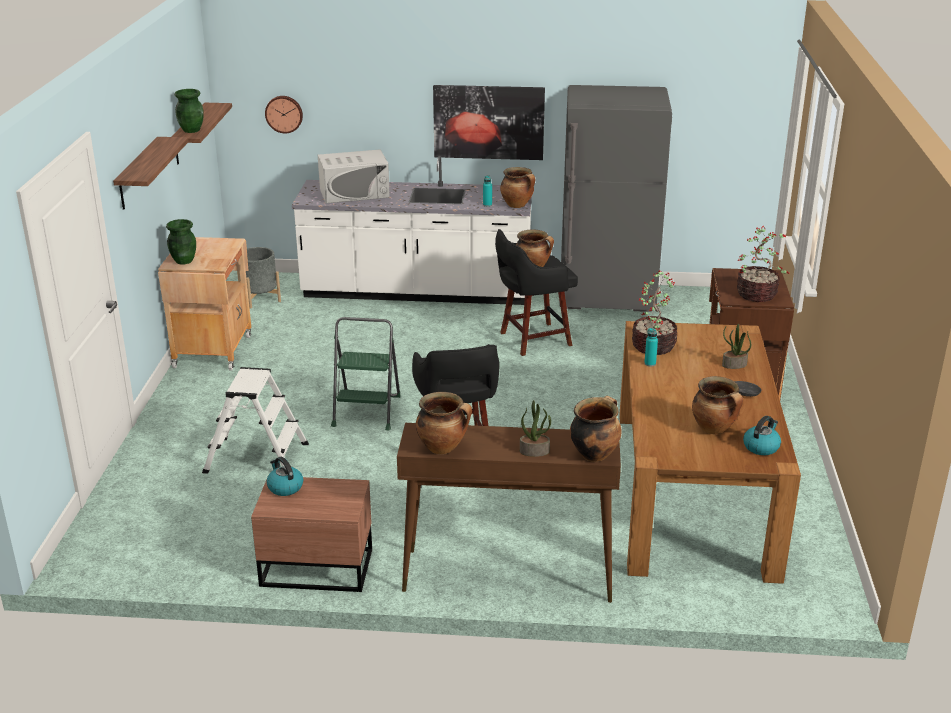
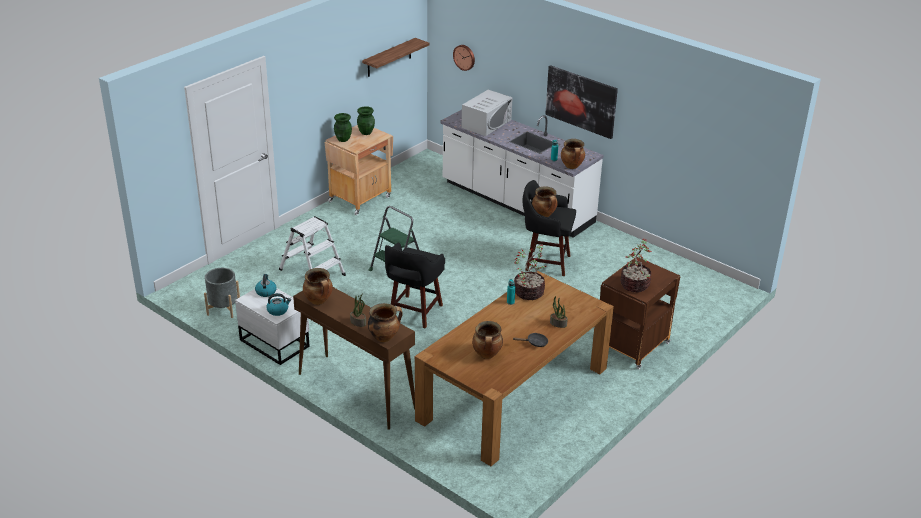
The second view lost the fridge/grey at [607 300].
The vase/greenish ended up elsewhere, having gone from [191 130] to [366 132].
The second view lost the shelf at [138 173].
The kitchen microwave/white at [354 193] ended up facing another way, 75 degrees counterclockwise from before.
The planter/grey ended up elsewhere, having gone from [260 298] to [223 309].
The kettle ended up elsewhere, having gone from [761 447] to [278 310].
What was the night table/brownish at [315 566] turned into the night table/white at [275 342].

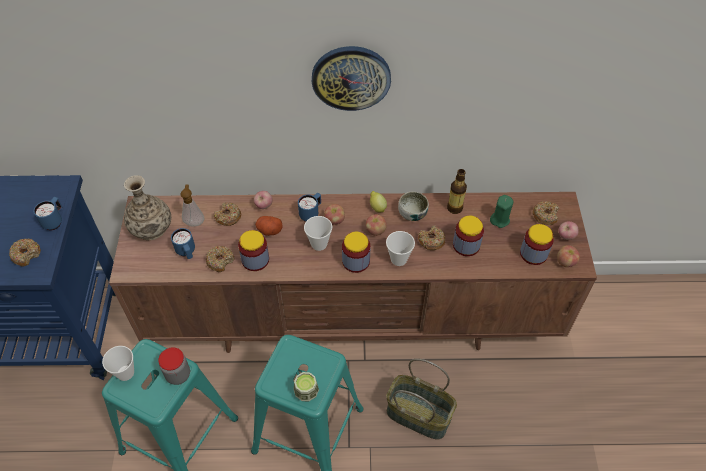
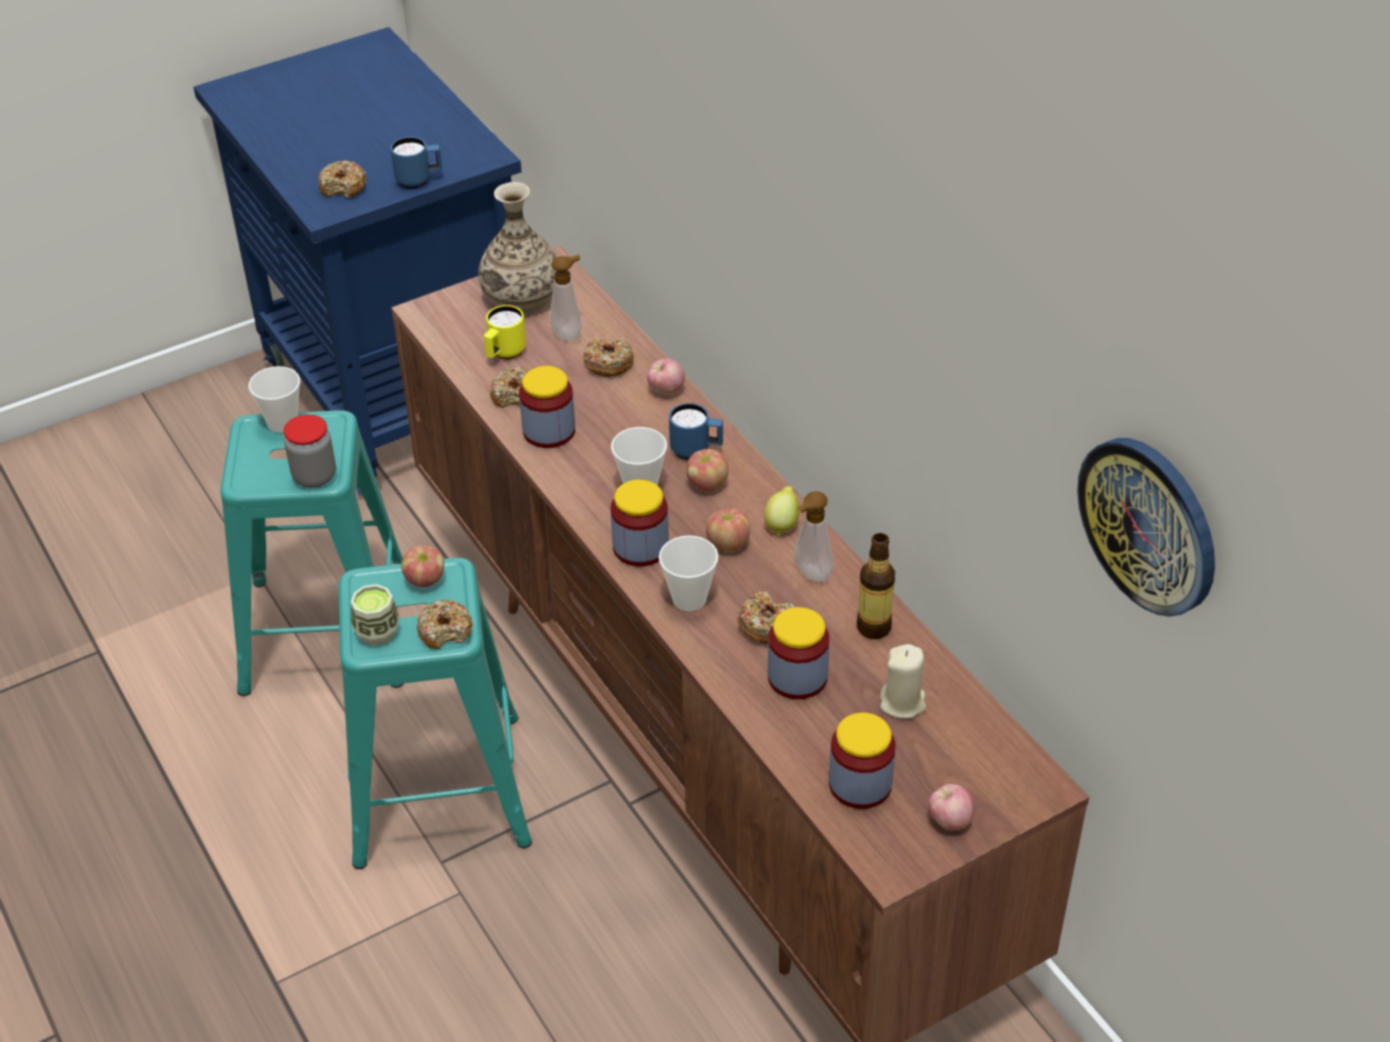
The clock on the wall ended up elsewhere, having gone from [351 77] to [1149 524].
Where the deep dish stood at [412 213], the liquid soap bottle came to stand at [810 574].
What was the candle/greenish at [499 219] turned into the candle/beige-coloured at [903 703].
The doughnut ended up elsewhere, having gone from [545 215] to [445 631].
The second view lost the whole potato at [269 230].
What was the coffee mug/blue at [187 252] turned into the coffee mug/yellow-coloured at [504 354].
The apple ended up elsewhere, having gone from [565 262] to [425 580].
The second view lost the basket at [419 414].

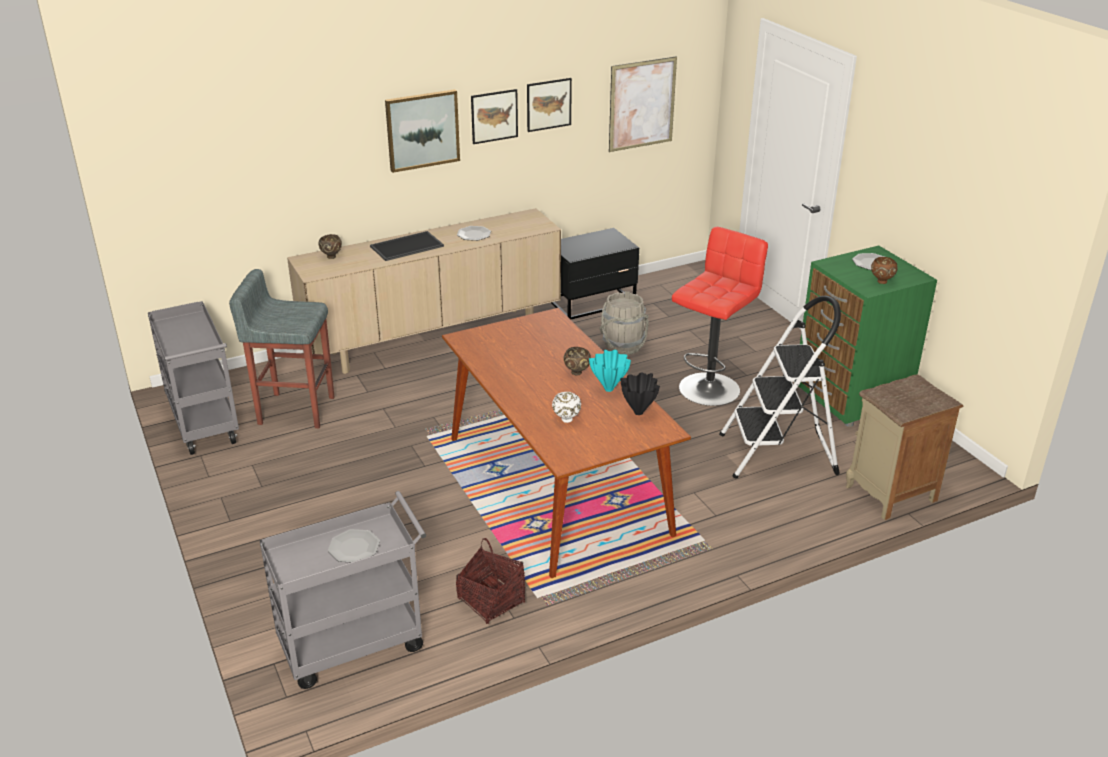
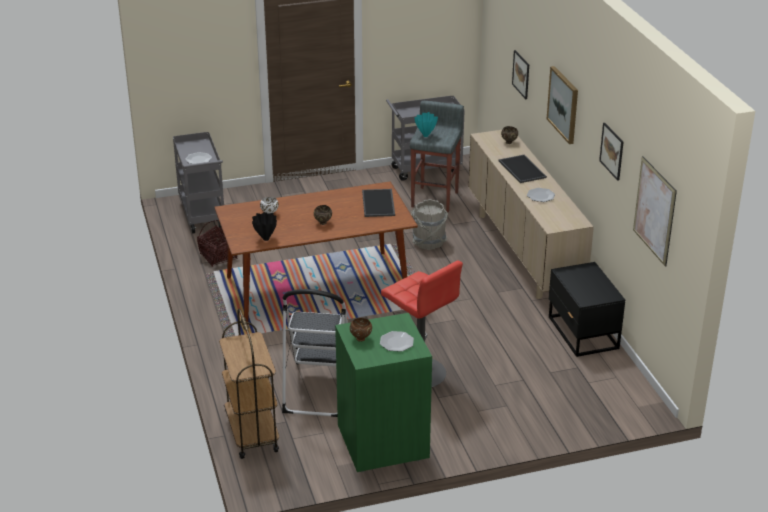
The wall picture ended up elsewhere, having gone from [494 116] to [521 74].
The bucket/grey ended up elsewhere, having gone from [623 346] to [428 242].
The vase/turquoise-coloured ended up elsewhere, having gone from [609 389] to [425 136].
Where the night table/beige-coloured stood at [889 492], the cart/brownish came to stand at [251 433].
The second view gained the carrying tray at [379 203].

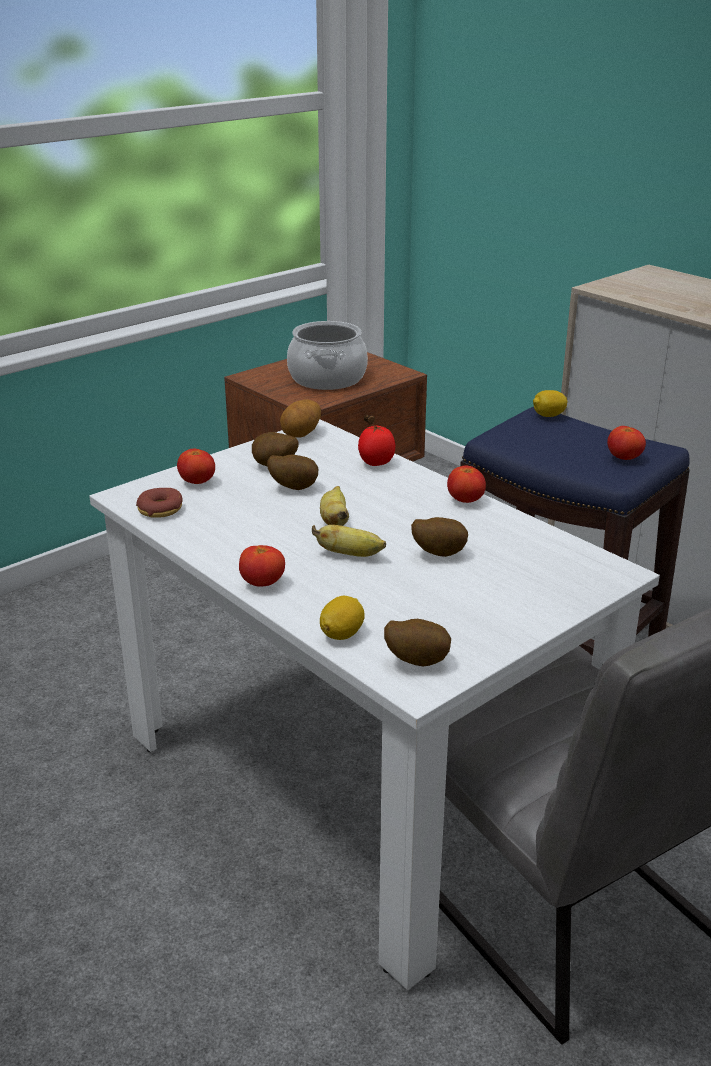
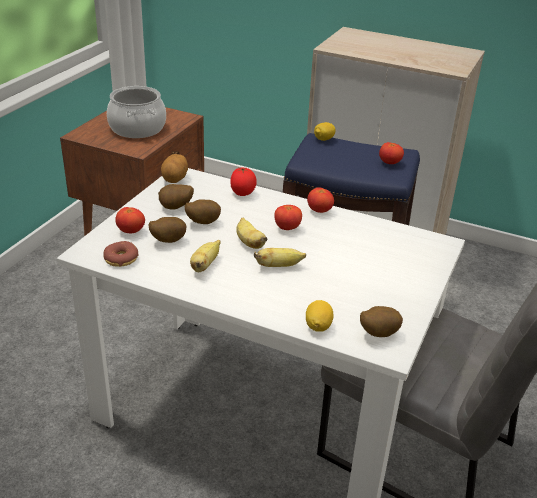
The whole potato ended up elsewhere, having gone from [438 553] to [167 241].
The whole tomato ended up elsewhere, having gone from [262 584] to [287 228].
The second view gained the banana at [205 265].

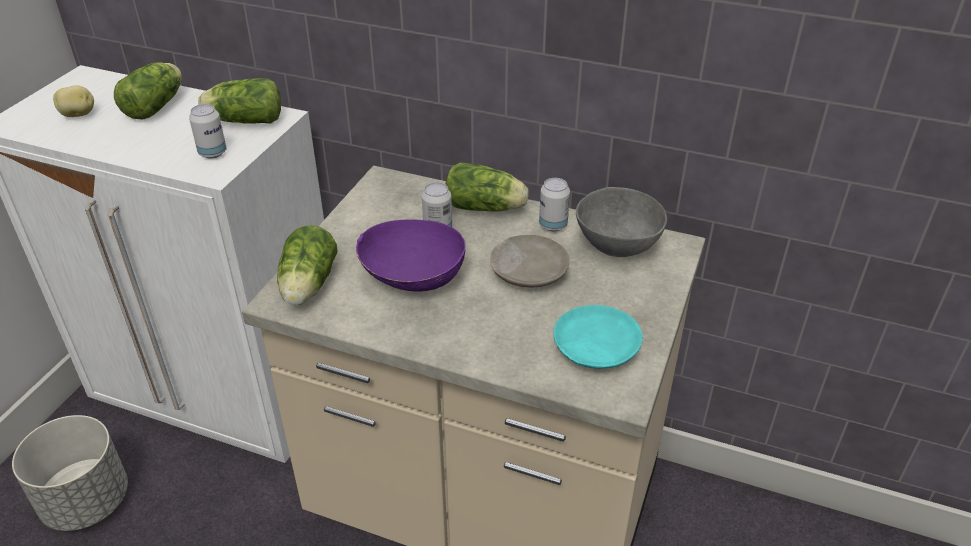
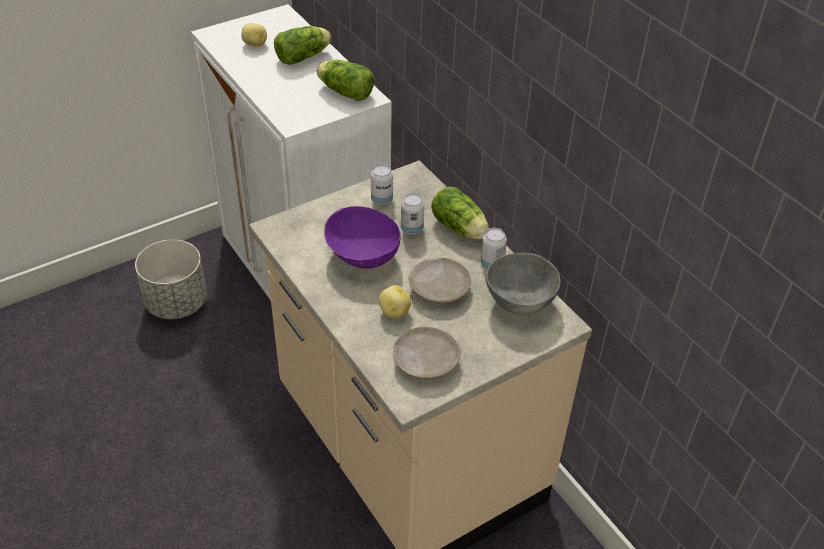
The metal can ended up elsewhere, having gone from [212 153] to [381 199].
The second view lost the lettuce at [307 286].
What was the flat dish/turquoise-coloured at [595 348] turned into the flat dish/beige-coloured at [425 360].
The second view gained the whole potato at [394 312].

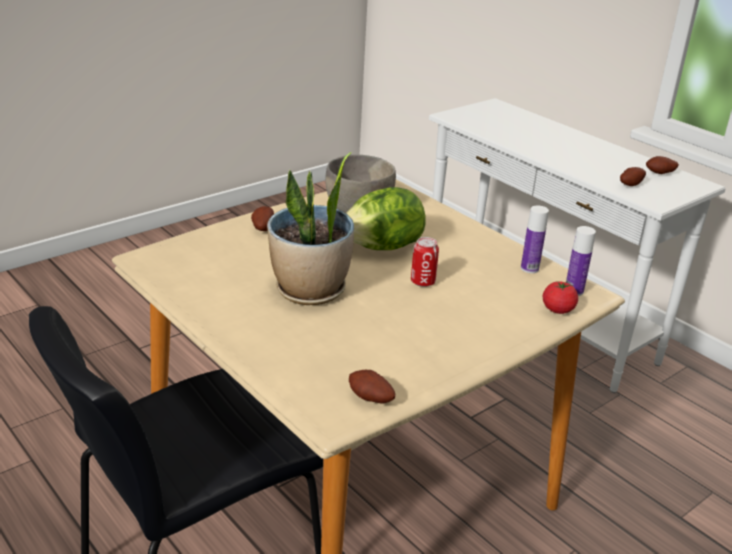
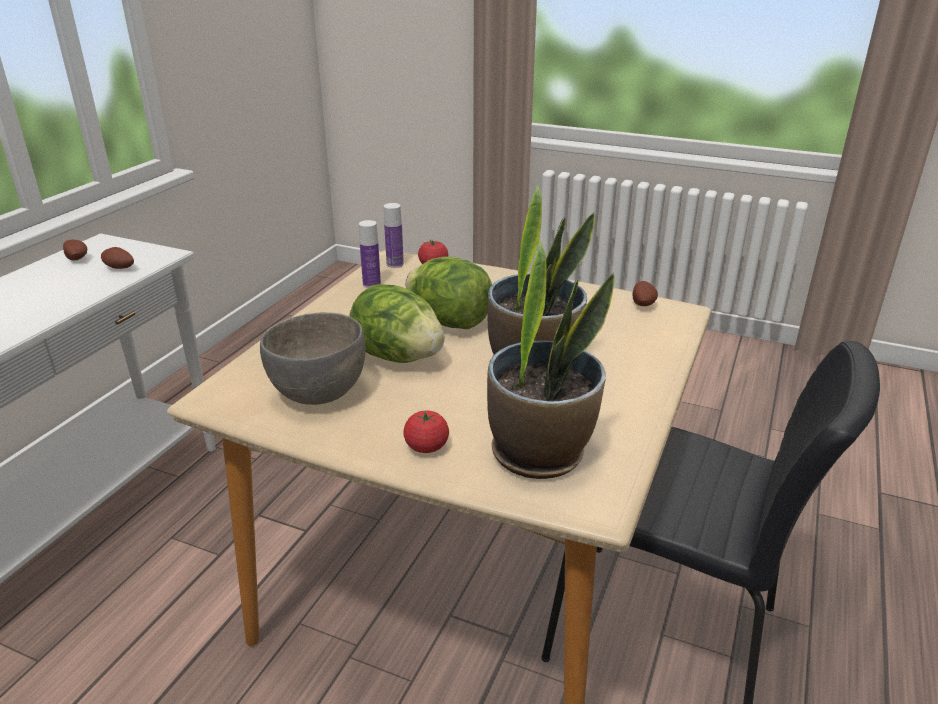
Where the whole potato stood at [262 228], the whole tomato came to stand at [426 447].
Where the metal can stood at [423 282], the lettuce came to stand at [449 322].
The second view gained the potted plant at [540 453].

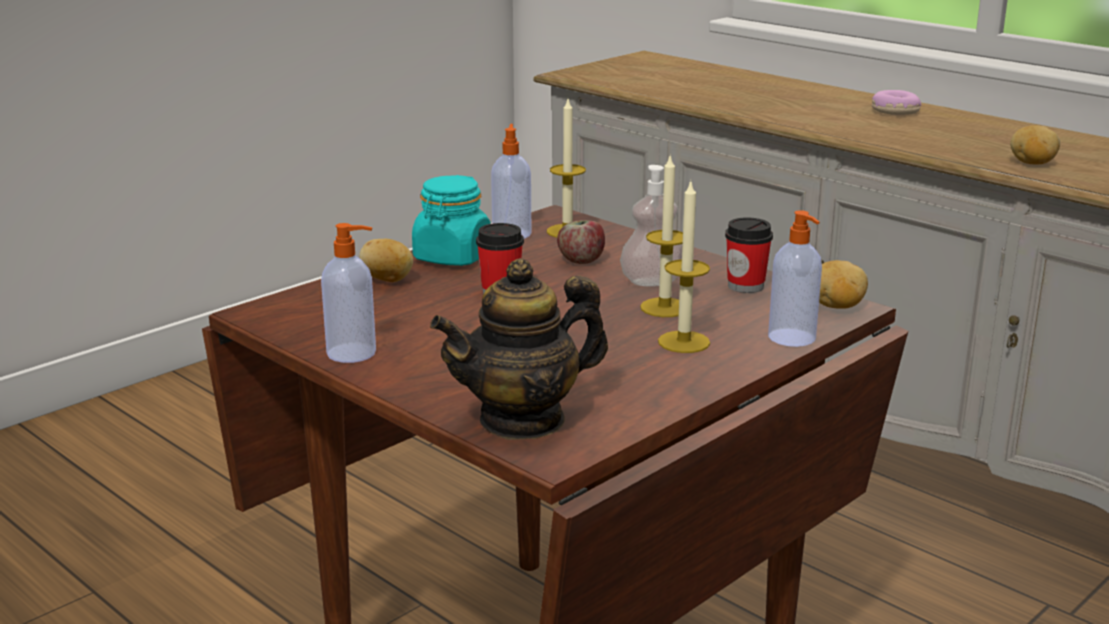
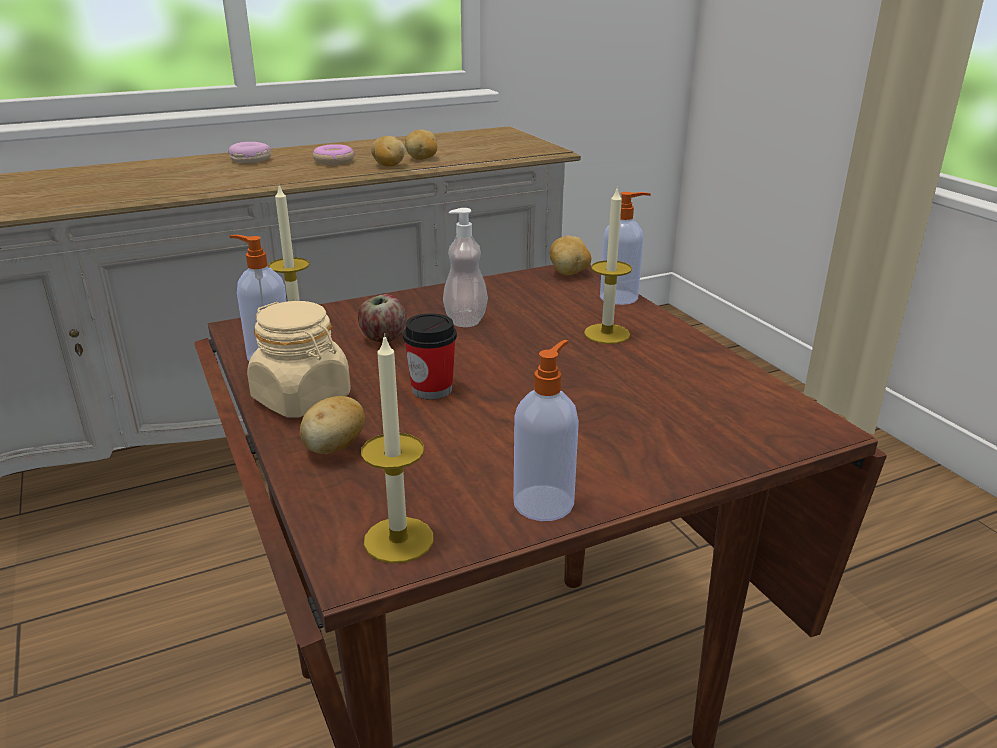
The candle ended up elsewhere, having gone from [664 307] to [398 540].
What was the preserve jar/turquoise-coloured at [452 257] turned into the preserve jar/beige-coloured at [302 399].
The second view lost the drinking cup at [745 286].
The second view lost the tea pot at [523 419].
The second view gained the whole potato at [388 166].
The second view gained the doughnut at [334 161].

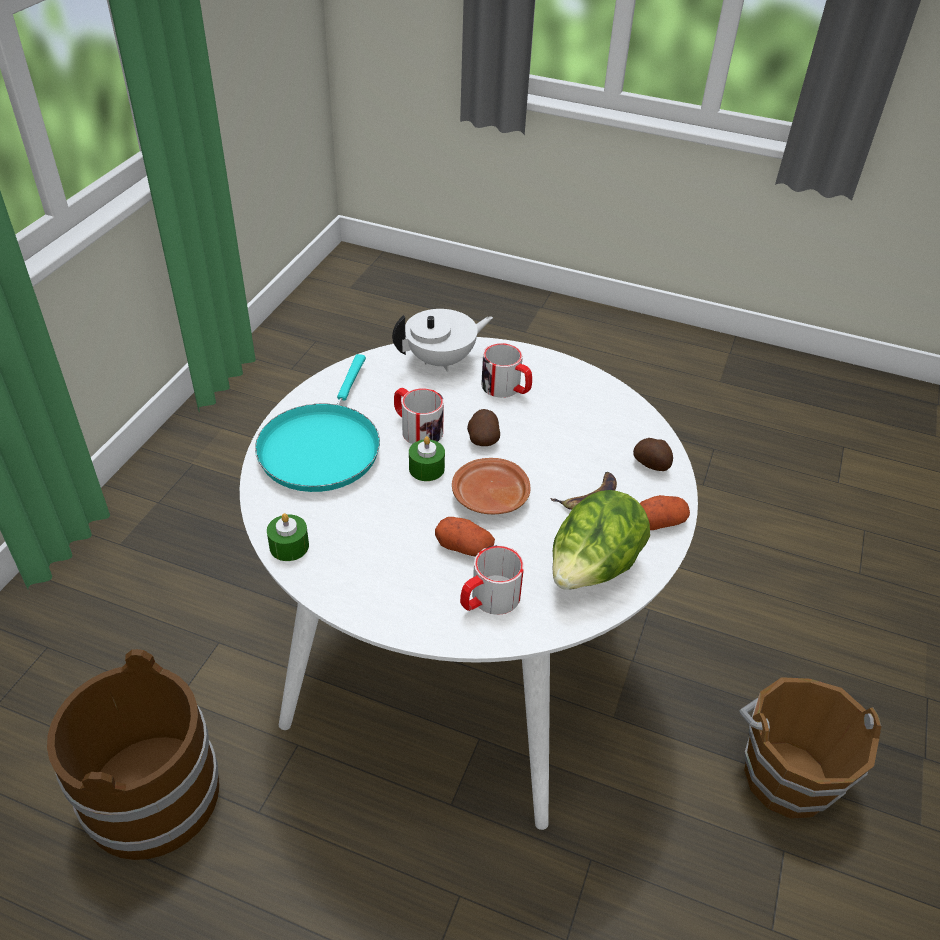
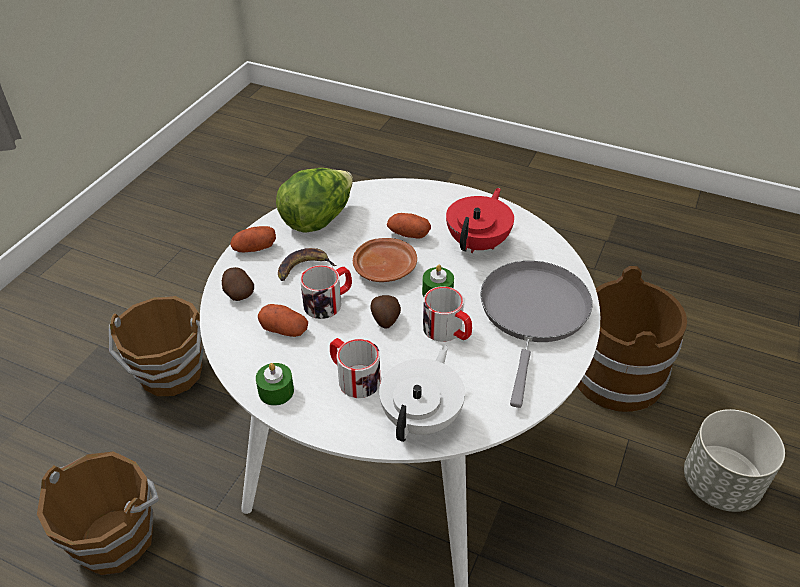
The tea pot/white at [442 360] ended up facing another way, 135 degrees clockwise from before.
What was the skillet/turquoise-coloured at [322 446] turned into the skillet/grey at [533 314].
The candle/greenish ended up elsewhere, having gone from [289 546] to [276 391].
The coffee mug ended up elsewhere, having gone from [488 599] to [329 302].
The second view gained the tea pot/reddish at [478 243].
The second view gained the whole potato at [284 329].
The second view gained the planter/grey at [720 484].
The second view gained the bucket/brownish at [116 537].

